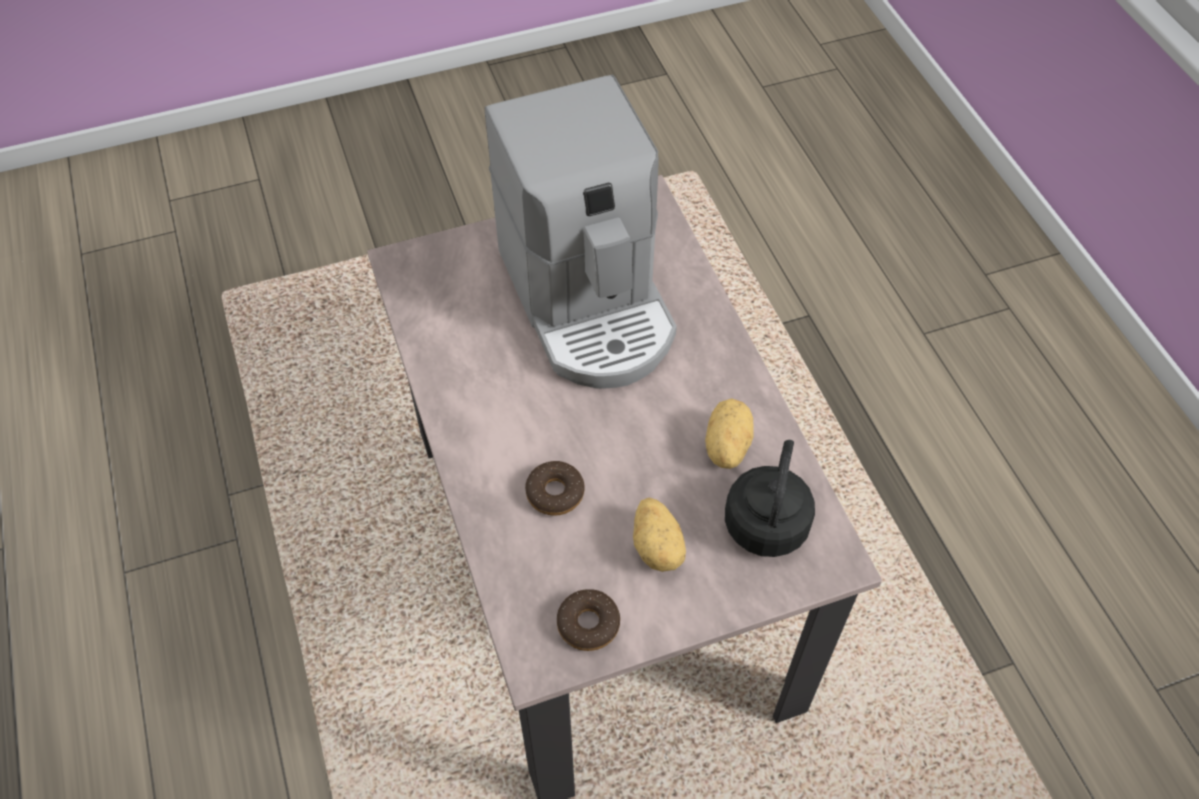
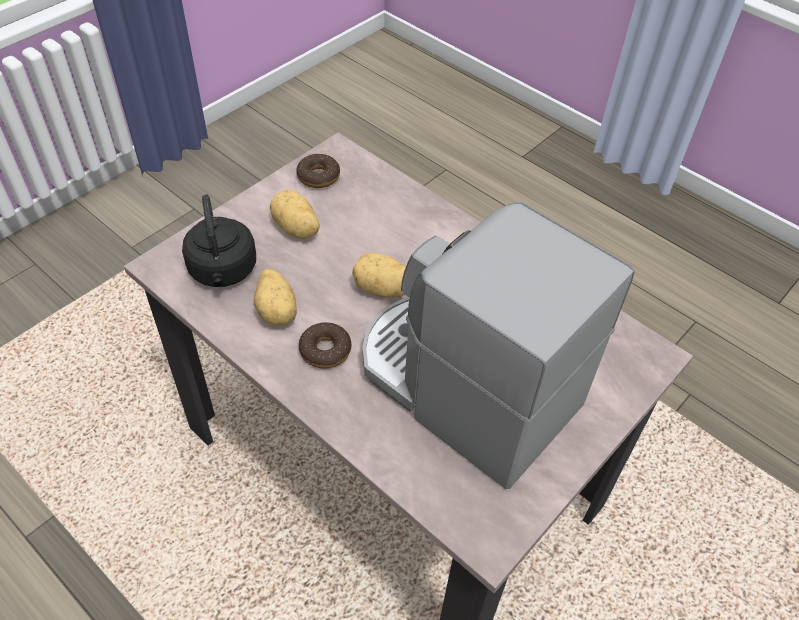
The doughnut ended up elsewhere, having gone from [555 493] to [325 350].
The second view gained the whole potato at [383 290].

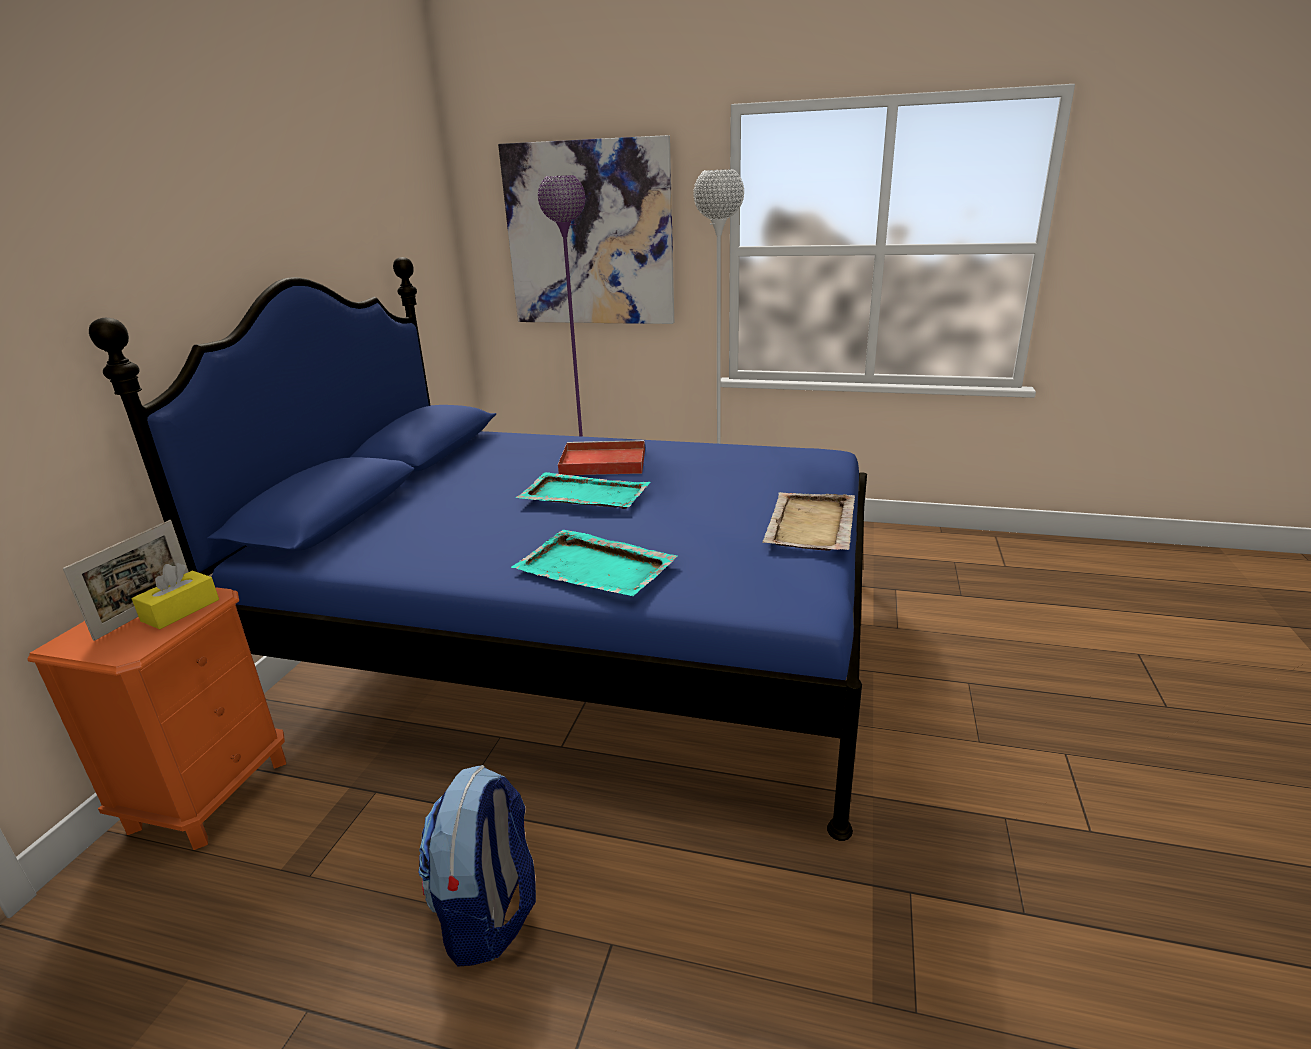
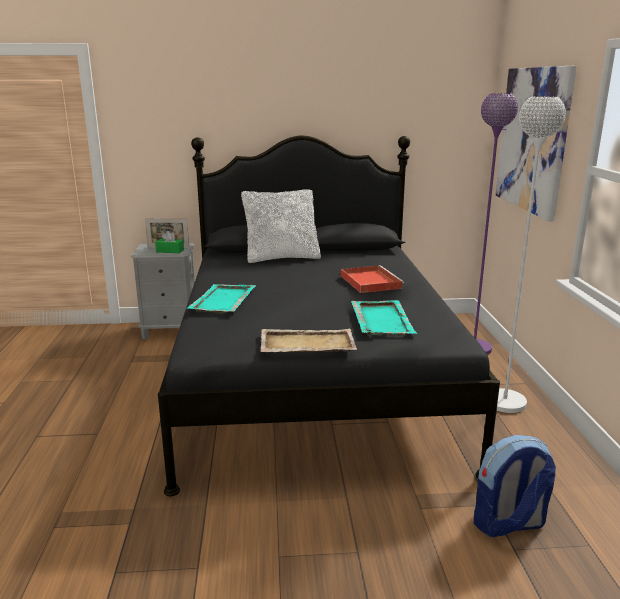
What was the bedroom bed/blue at [586 646] turned into the bedroom bed/blackish at [313 382].
The carrying tray/turquoise-coloured ended up elsewhere, having gone from [583 495] to [381 319].
What was the tissue holder/yellow-coloured at [180 610] turned into the tissue holder/greenish at [170 251].
What was the night table/orangey at [209 793] turned into the night table/grey at [170 331].
The backpack ended up elsewhere, having gone from [488 914] to [508 524].
The second view gained the pillow/white at [282 256].

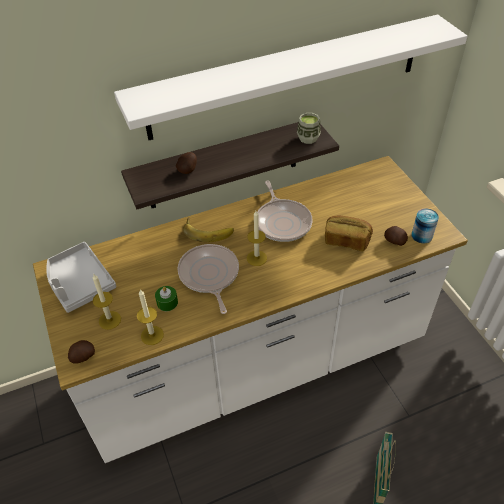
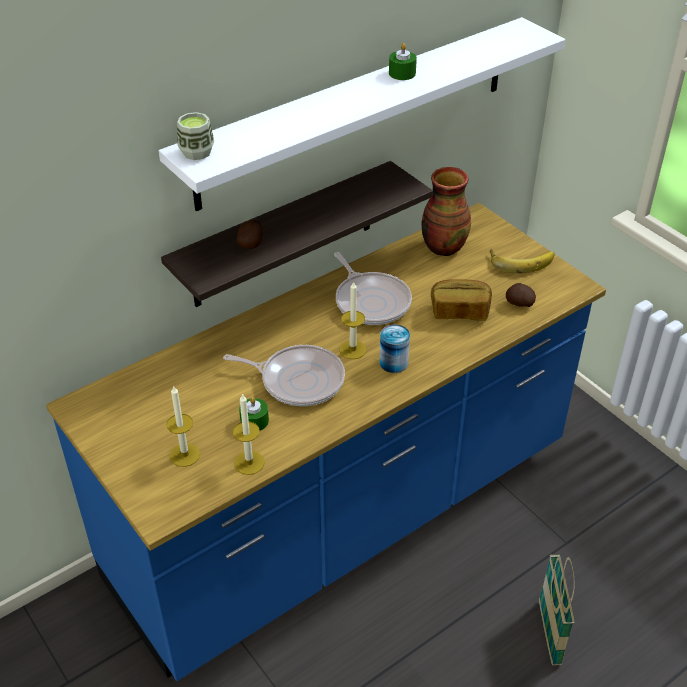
The drinking cup ended up elsewhere, having gone from [308 138] to [197 152].
What was the kitchen counter/white at [255 362] turned into the kitchen counter/blue at [343 515].
The metal can ended up elsewhere, having gone from [422 235] to [393 362].
The banana ended up elsewhere, having gone from [208 230] to [521 261].
The second view lost the carrying tray/grey at [79 283].
The skillet at [209 275] ended up facing another way, 135 degrees clockwise from before.
The second view lost the whole potato at [83 357].
The second view gained the candle/greenish at [402 73].
The second view gained the vase at [443 247].

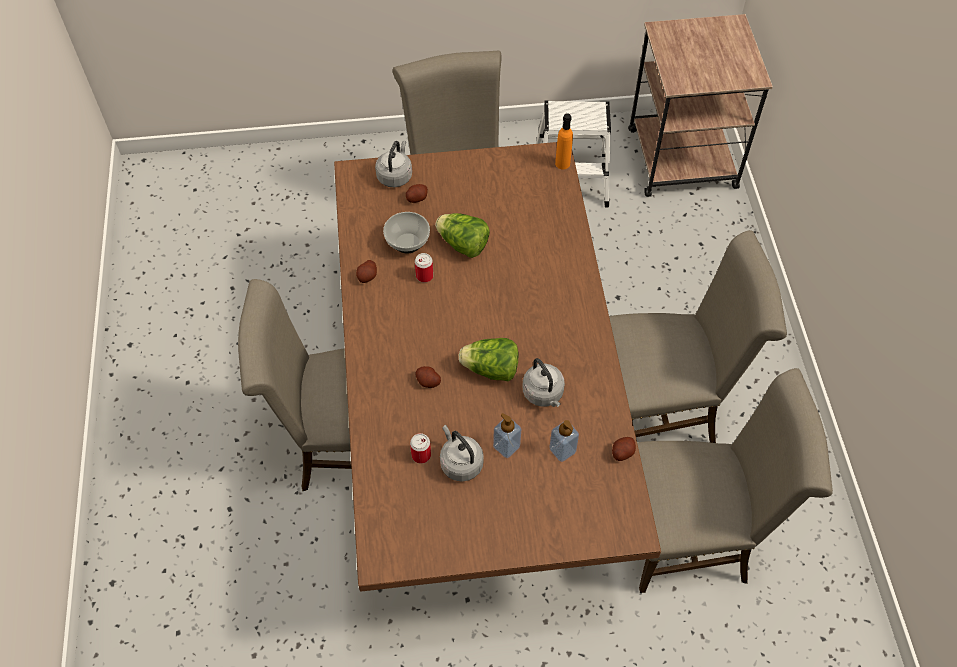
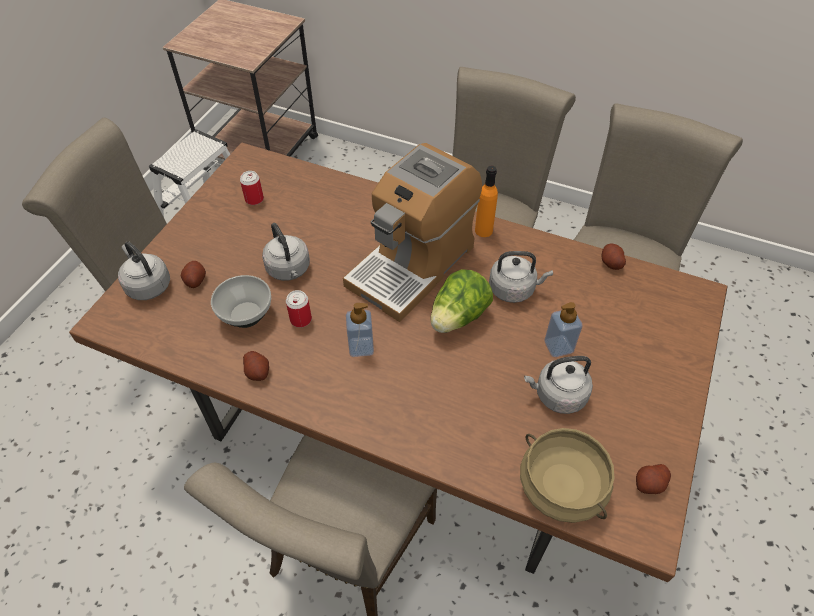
The beverage bottle/orangey ended up elsewhere, having gone from [562 163] to [483 230].
Where the lettuce stood at [463 244], the kettle/grey came to stand at [289 270].
The whole potato ended up elsewhere, having gone from [428 381] to [649 484].
The liquid soap bottle ended up elsewhere, having gone from [562 450] to [361 347].
The metal can ended up elsewhere, having gone from [421 455] to [254 199].
The second view gained the coffee brewer at [412 264].
The second view gained the cooking pot/beige-coloured at [560 486].

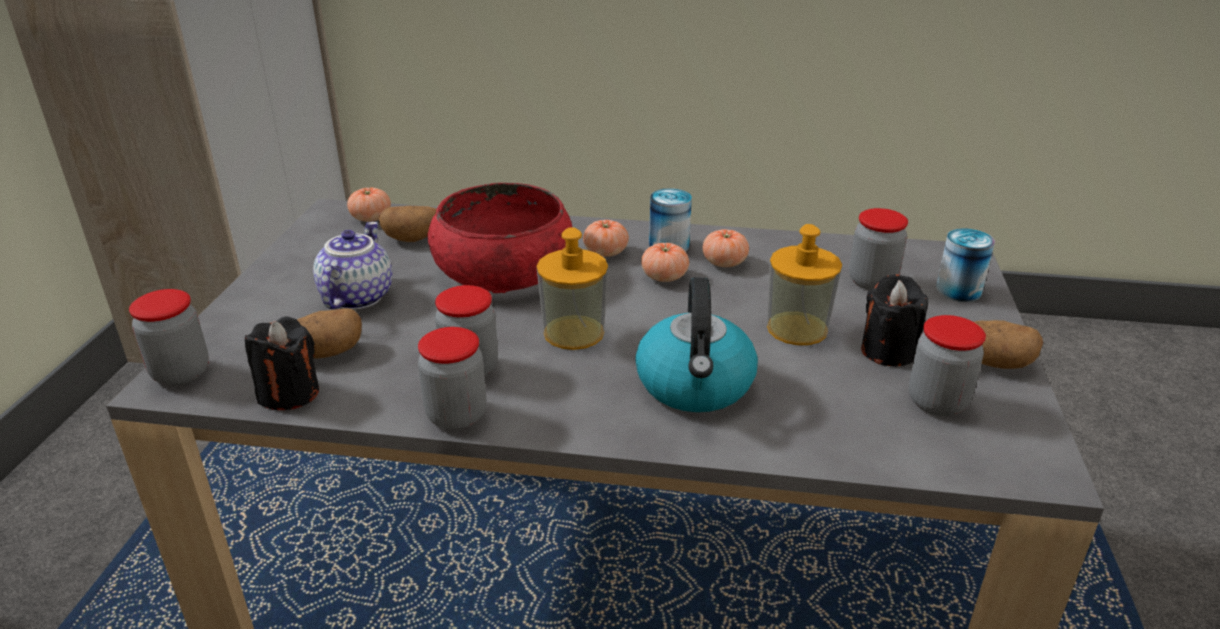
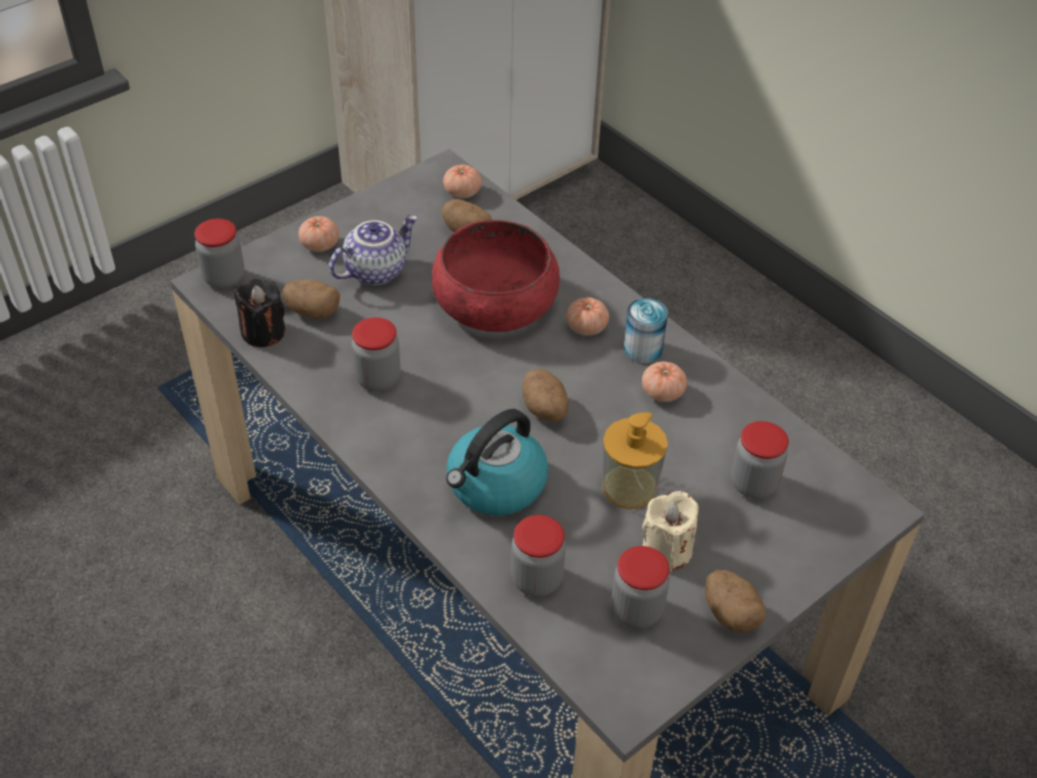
The second view lost the liquid soap bottle at [574 332].
The second view lost the metal can at [958 290].
The whole tomato ended up elsewhere, having gone from [664 277] to [320 245].
What was the candle/blackish at [888 351] turned into the candle/beige-coloured at [666 550].
The preserve jar ended up elsewhere, having gone from [456 415] to [536 579].
The second view gained the whole potato at [545 410].

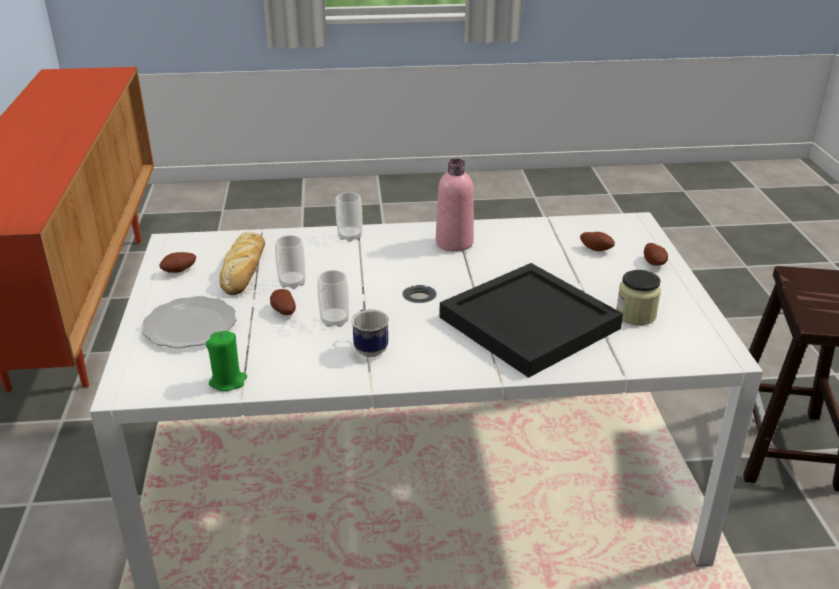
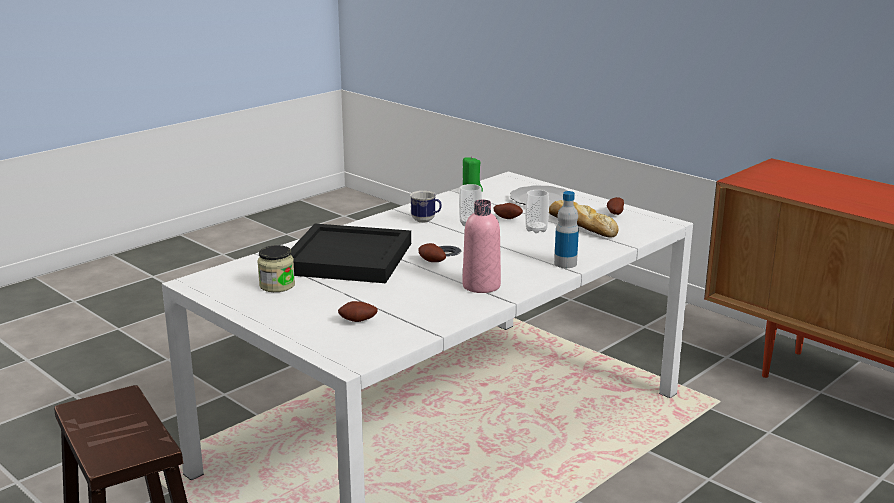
Where the drinking cup stood at [350 236], the beverage bottle came to stand at [565 263].
The whole potato ended up elsewhere, having gone from [654 263] to [431 262].

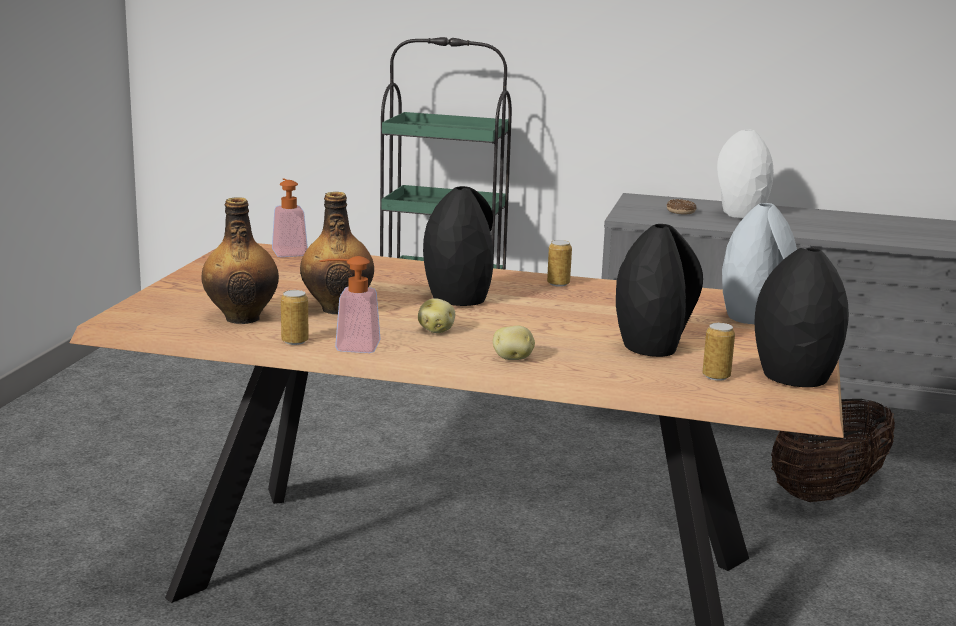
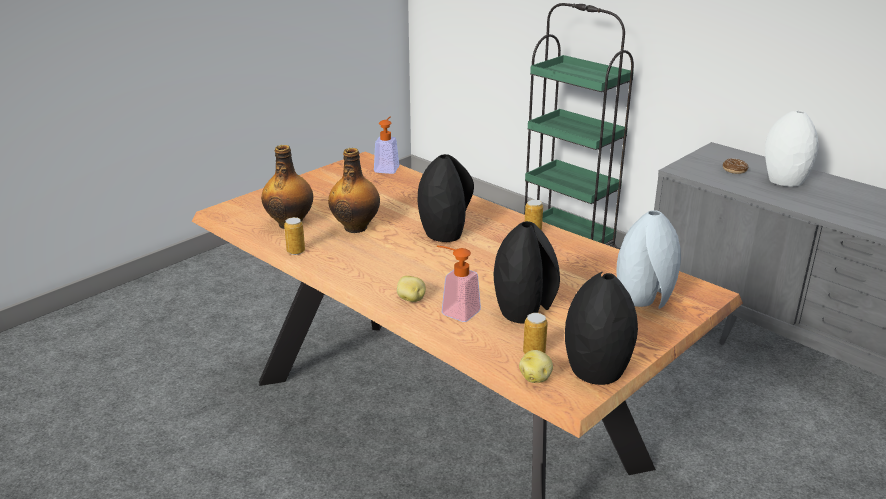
The liquid soap bottle ended up elsewhere, having gone from [349 346] to [455 311].
The whole potato ended up elsewhere, having gone from [436 330] to [535 378].
The second view lost the basket at [828 492].

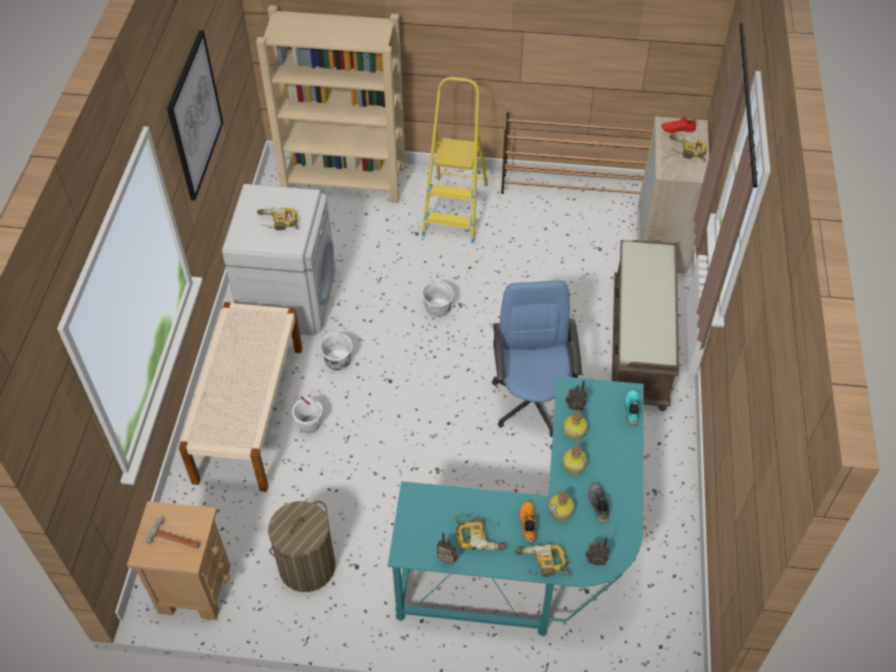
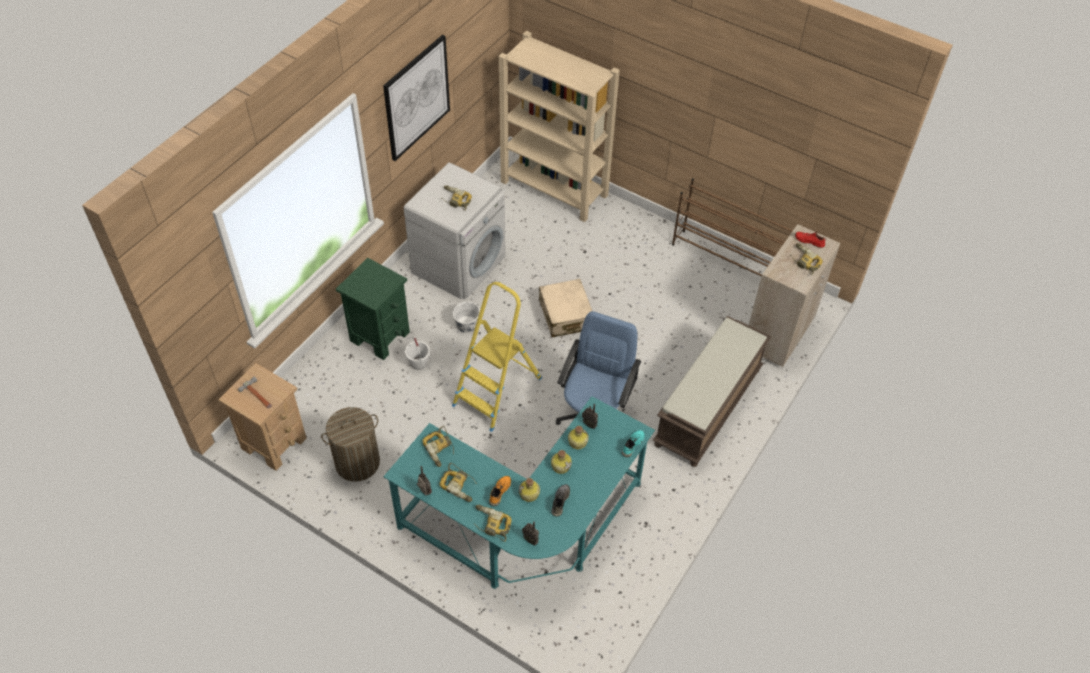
The step stool/yellow-coloured ended up elsewhere, having gone from [455 209] to [496 392].
Where the bucket/white stood at [438 308], the suitcase/beige-coloured came to stand at [565 315].
Where the bench/beige-coloured stood at [248 412], the night table/greenish came to stand at [381 336].
The second view gained the drill at [440 449].

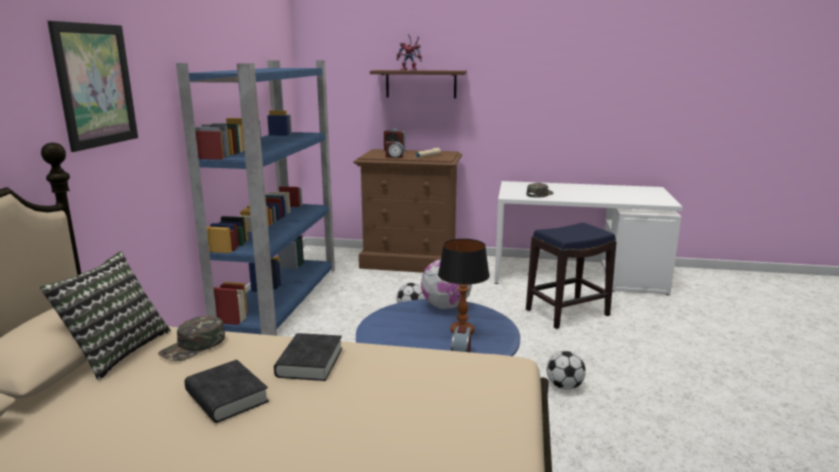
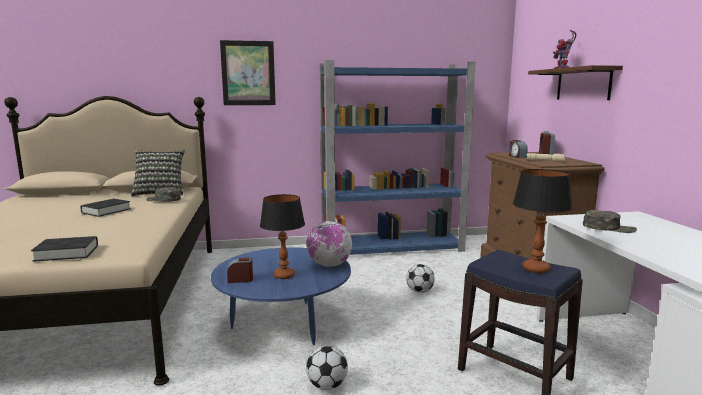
The book/blackish ended up elsewhere, having gone from [310 362] to [67 253].
The second view gained the lamp for a table at [535 269].

